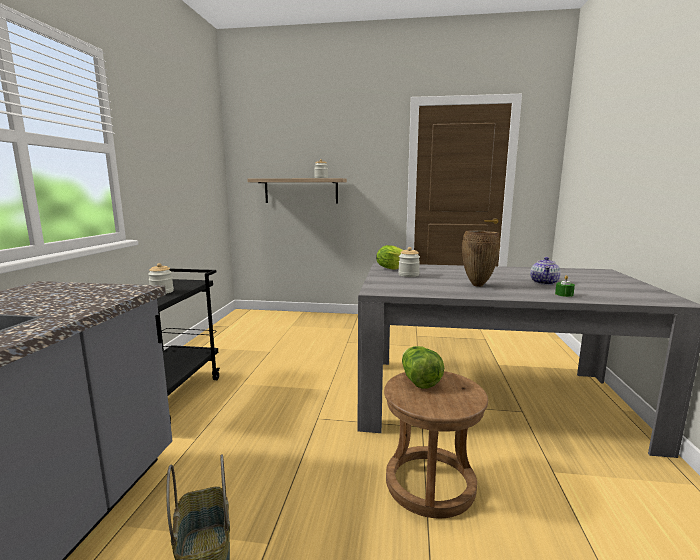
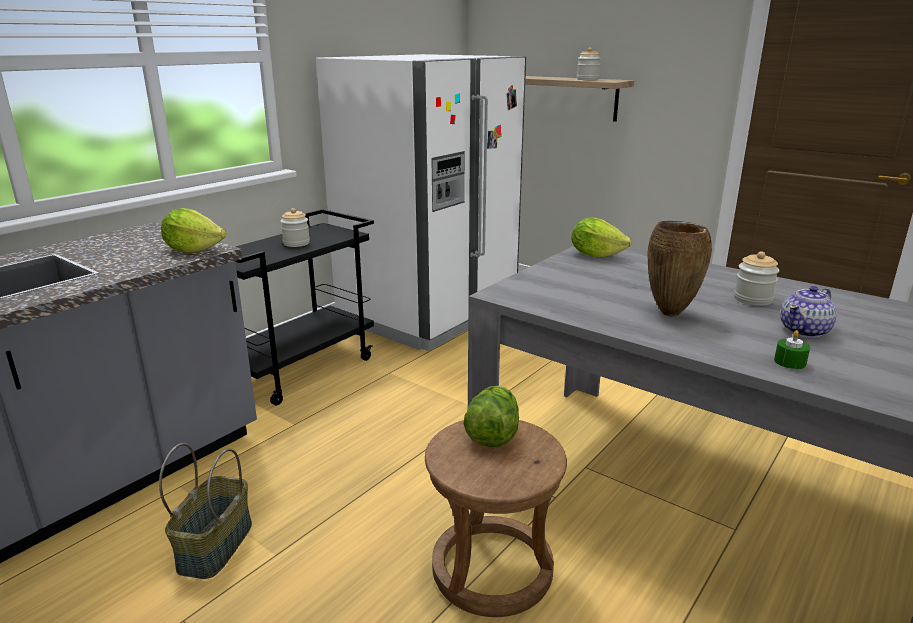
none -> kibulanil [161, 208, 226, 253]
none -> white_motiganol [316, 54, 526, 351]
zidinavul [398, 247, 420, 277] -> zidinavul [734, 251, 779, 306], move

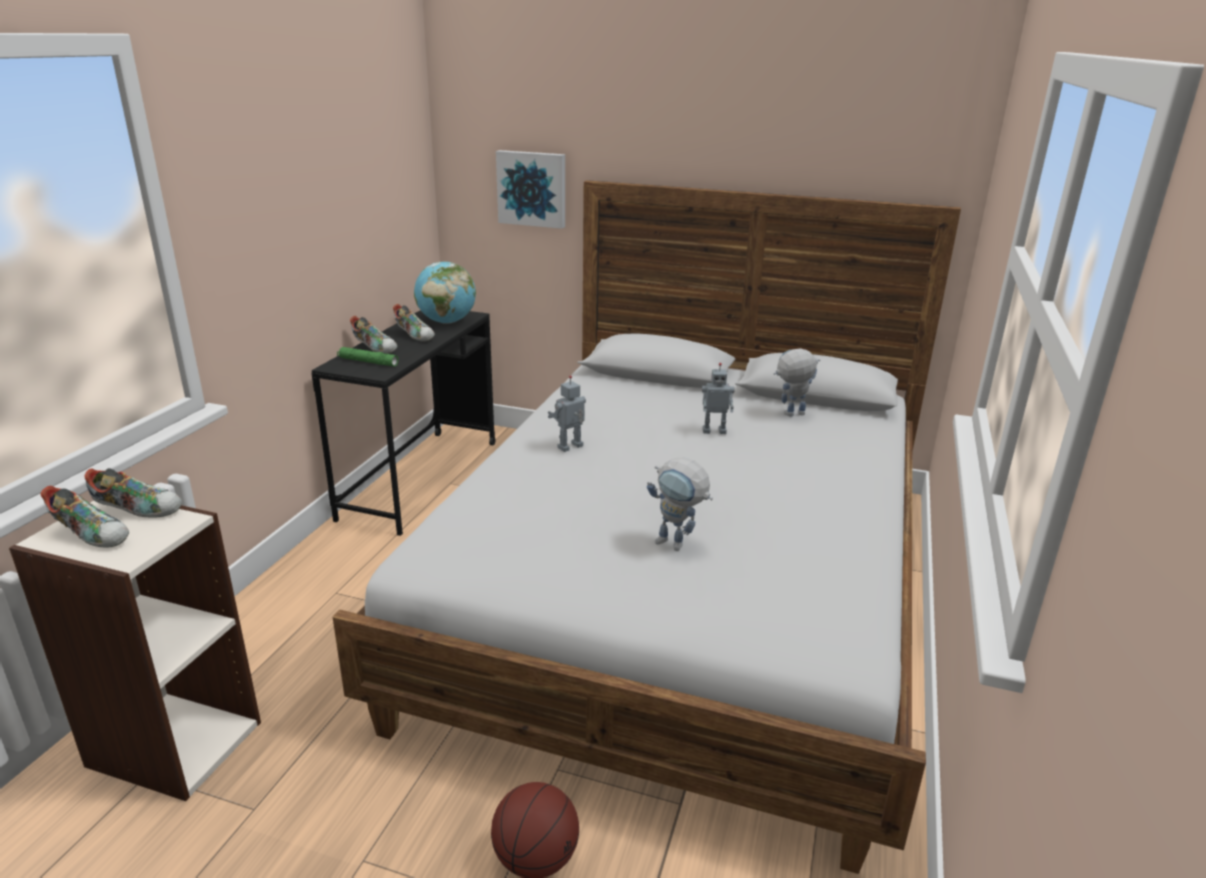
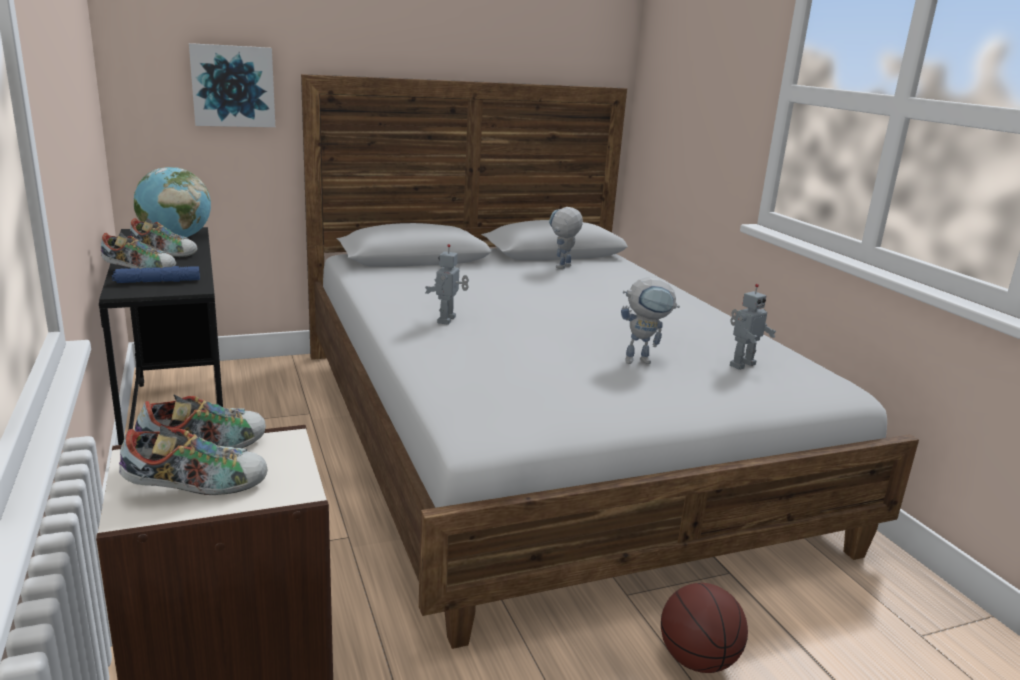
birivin [702, 363, 735, 434] -> birivin [730, 284, 776, 370], move
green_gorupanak [337, 347, 398, 366] -> blue_gorupanak [112, 266, 200, 283]

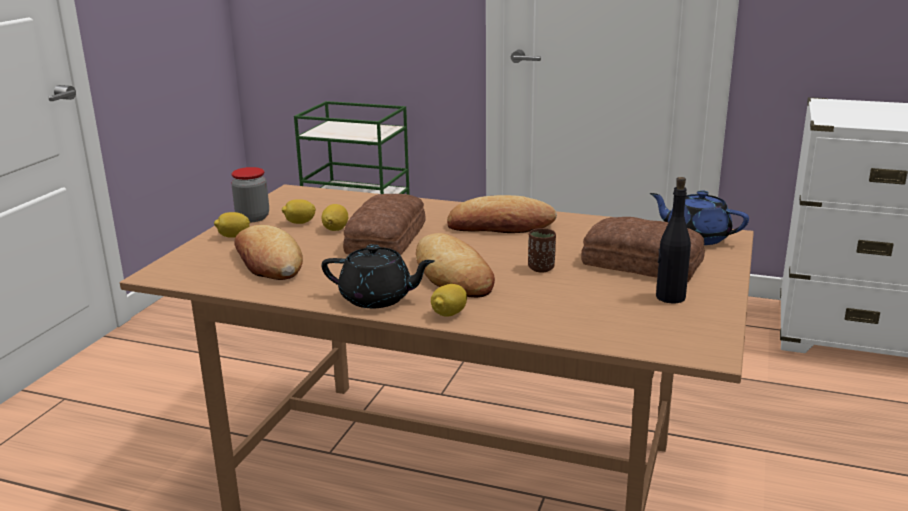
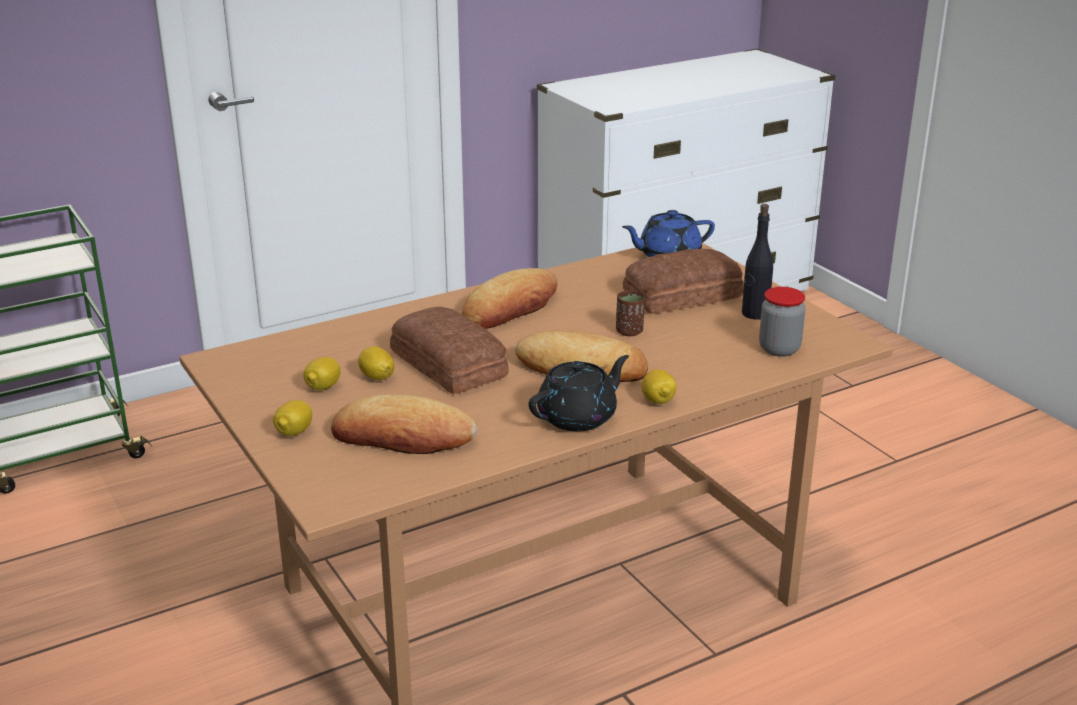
zidinavul [231, 167, 269, 222] -> zidinavul [759, 287, 805, 357], move

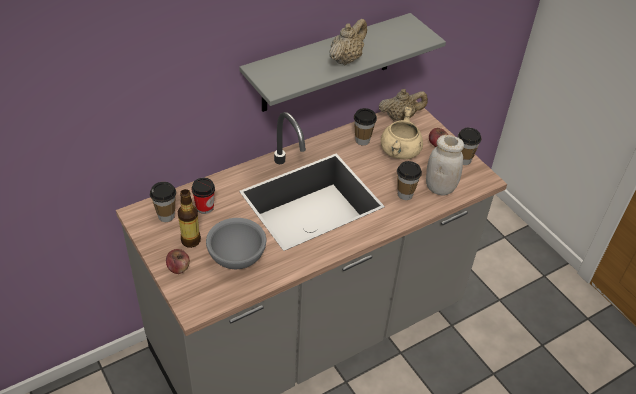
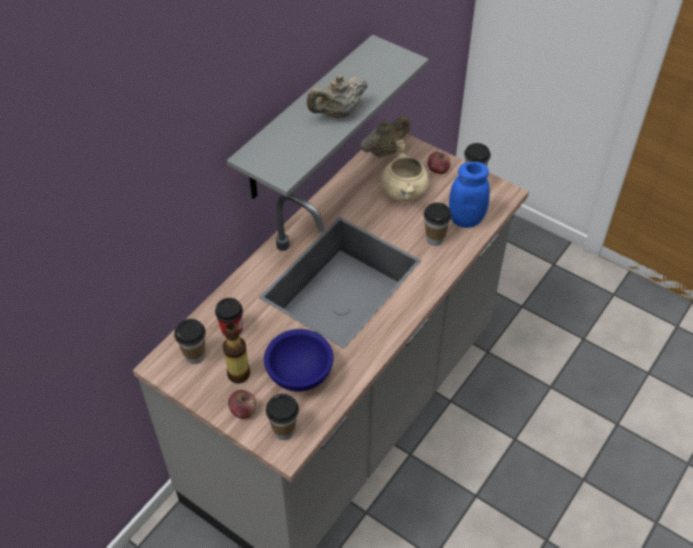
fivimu [354, 108, 377, 145] -> fivimu [266, 394, 299, 440], move
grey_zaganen [206, 218, 266, 269] -> blue_zaganen [264, 329, 334, 392]
white_zidinavul [426, 135, 464, 196] -> blue_zidinavul [449, 162, 490, 228]
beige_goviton [329, 19, 367, 65] -> beige_goviton [307, 75, 367, 118], 135 degrees counterclockwise

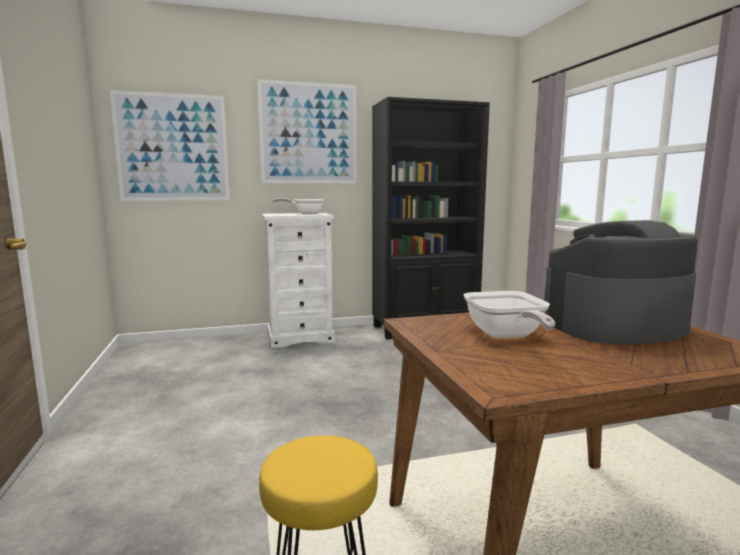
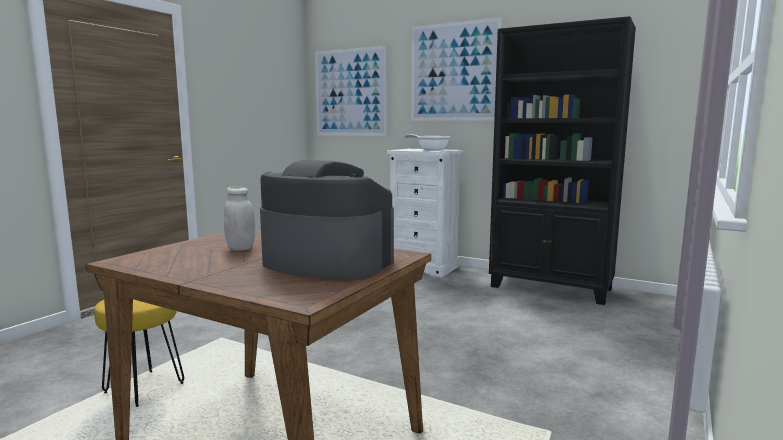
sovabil [464, 291, 555, 338] -> white_zidinavul [224, 187, 255, 251]

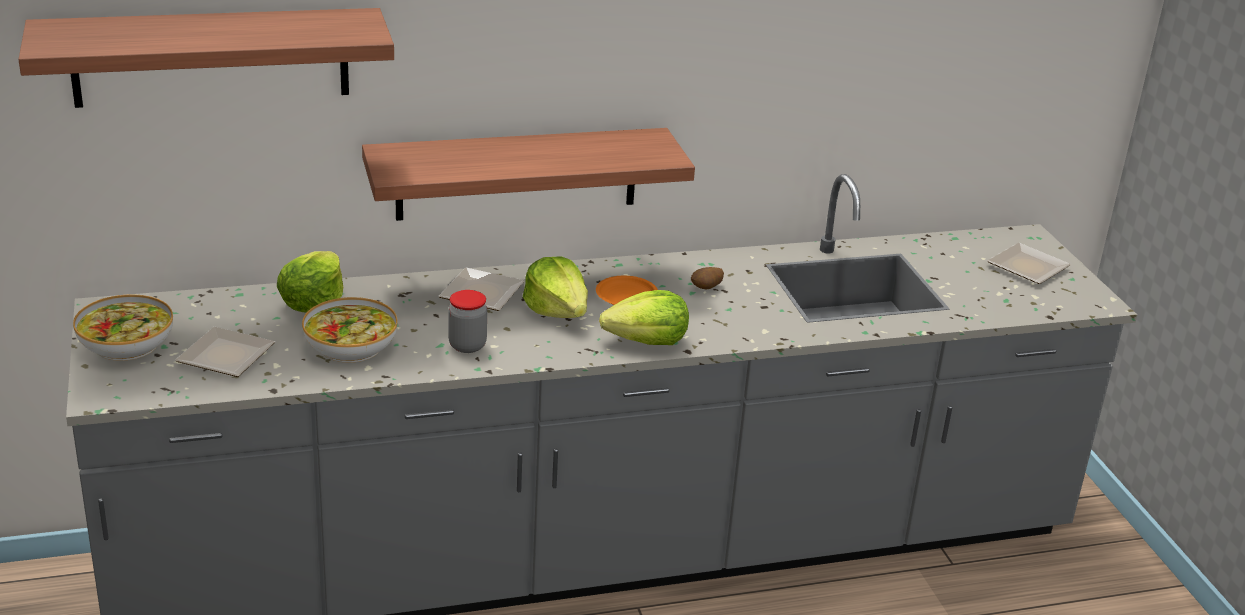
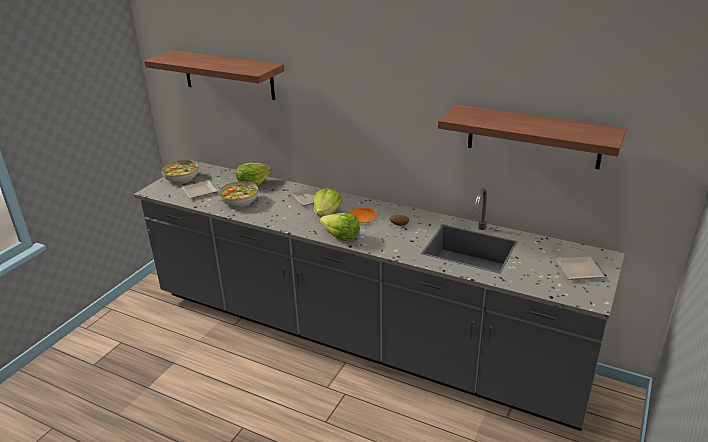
zidinavul [448, 290, 487, 353] -> none
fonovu [362, 128, 695, 221] -> fonovu [438, 105, 627, 169], move

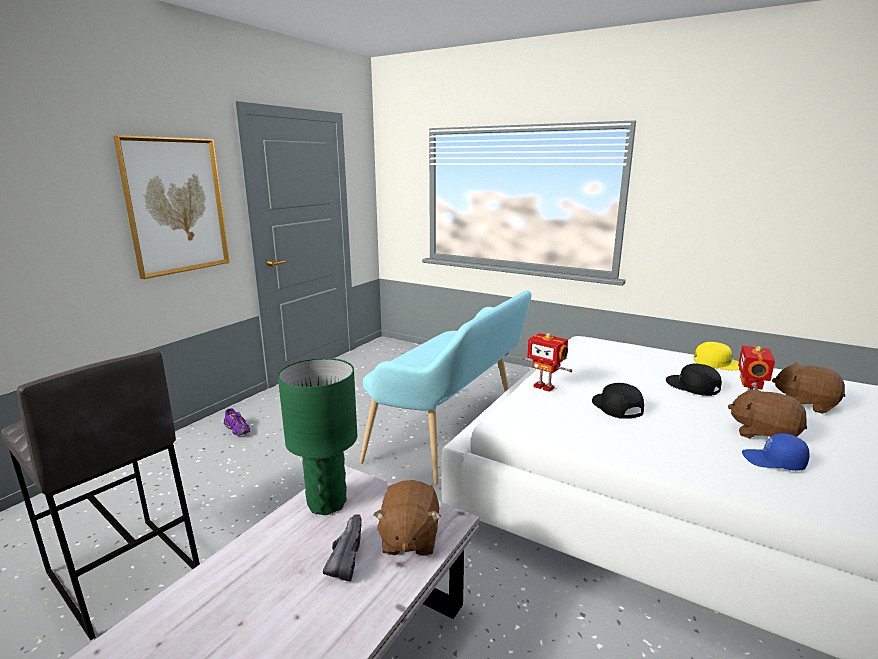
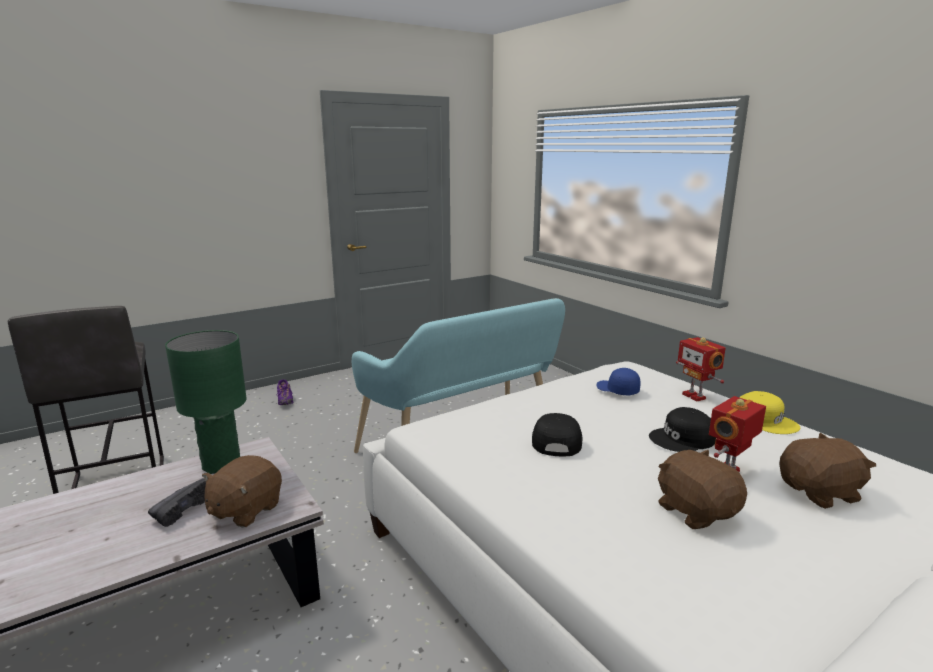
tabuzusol [113, 135, 230, 279] -> none
birivin [522, 333, 572, 392] -> birivin [676, 337, 726, 401], move
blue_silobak [742, 434, 810, 471] -> blue_silobak [597, 368, 641, 395], move
black_silobak [666, 363, 722, 396] -> black_silobak [649, 407, 716, 452], 90 degrees counterclockwise
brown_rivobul [772, 362, 845, 414] -> brown_rivobul [779, 433, 876, 509], 105 degrees clockwise

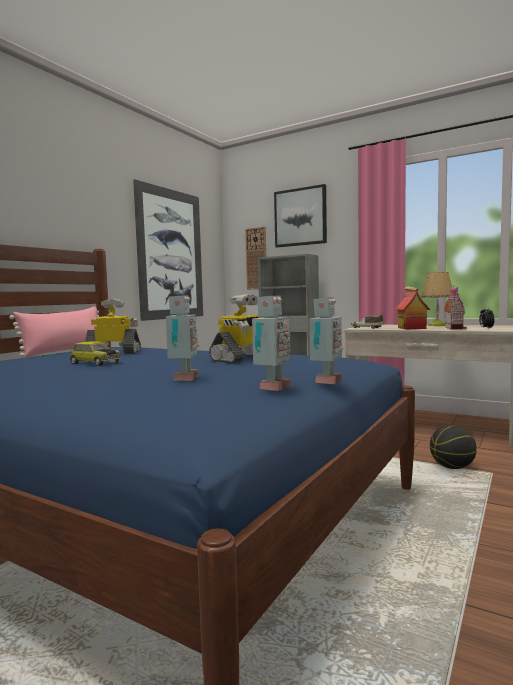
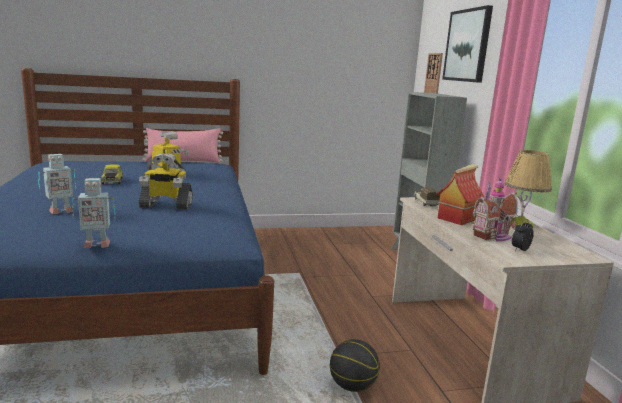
tabuzusol [133, 179, 203, 321] -> none
birivin [252, 295, 291, 391] -> none

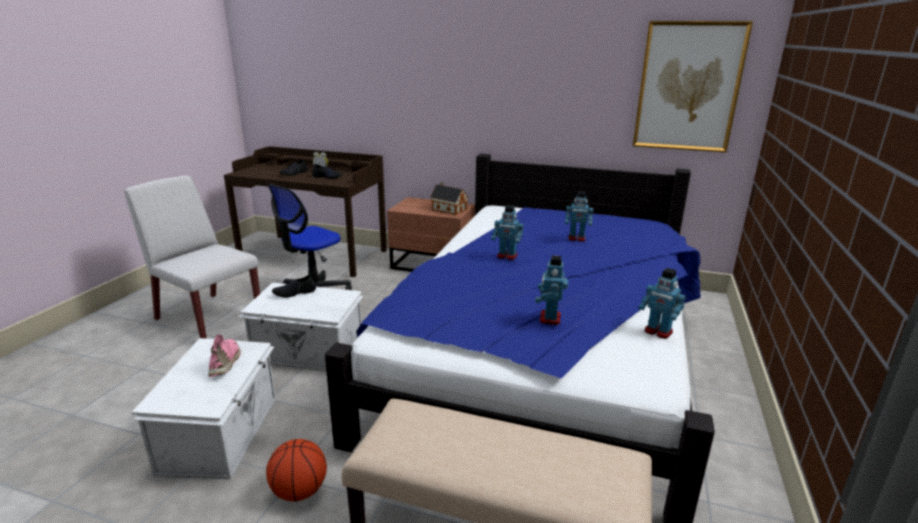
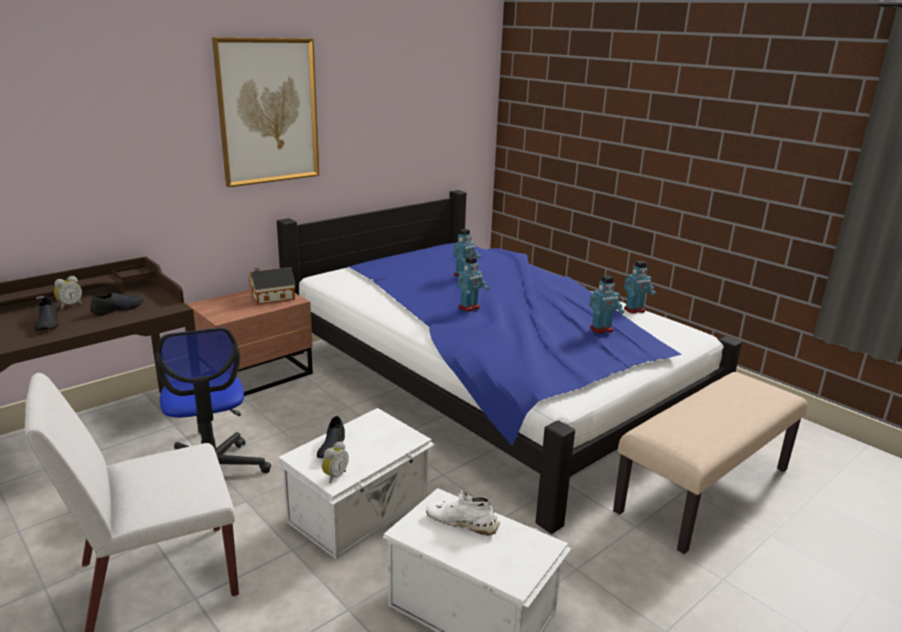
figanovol [266, 439, 327, 501] -> none
none -> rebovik [322, 441, 349, 483]
tabuzusol [633, 21, 753, 153] -> tabuzusol [212, 37, 319, 187], move
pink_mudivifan [208, 334, 241, 377] -> white_mudivifan [426, 490, 500, 536]
birivin [535, 255, 568, 325] -> birivin [589, 275, 624, 334], 60 degrees counterclockwise

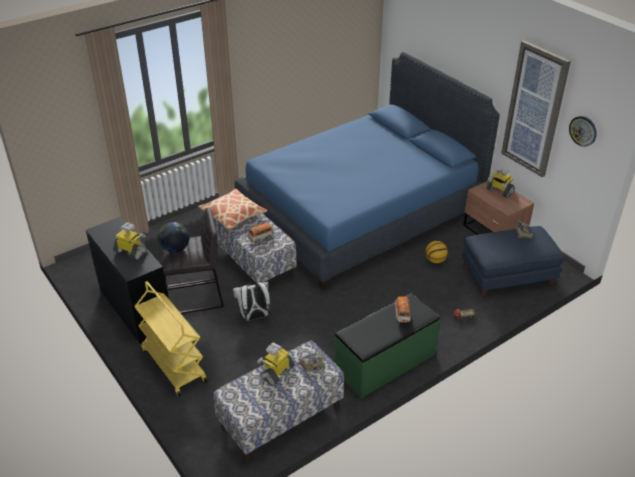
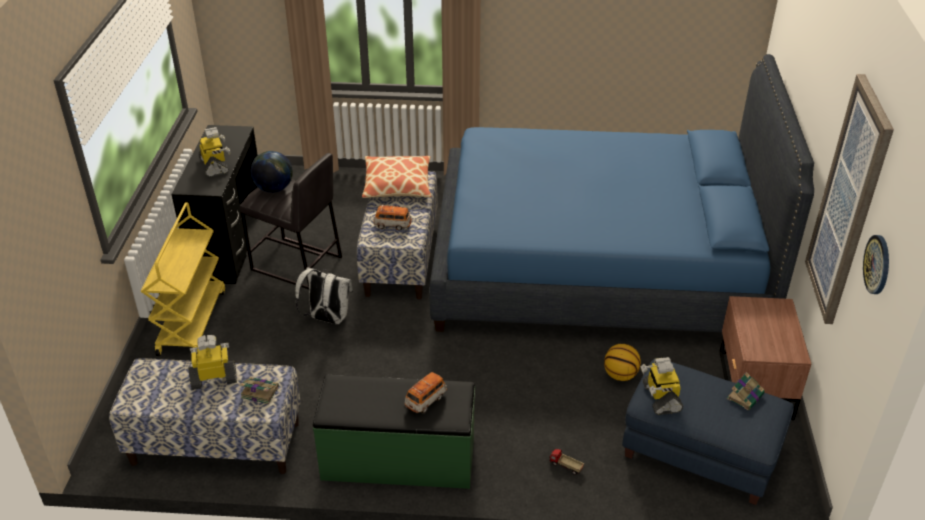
birivin [486, 167, 515, 198] -> birivin [641, 357, 683, 415], move

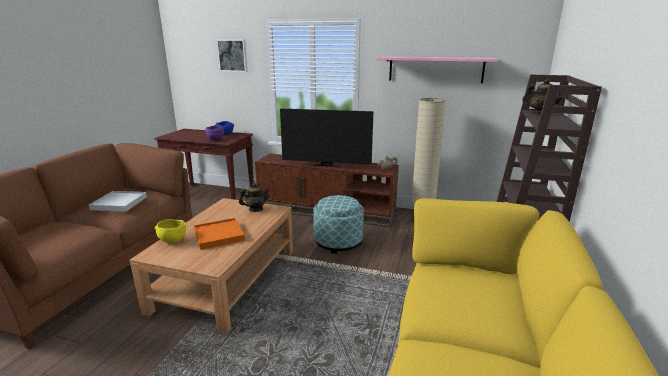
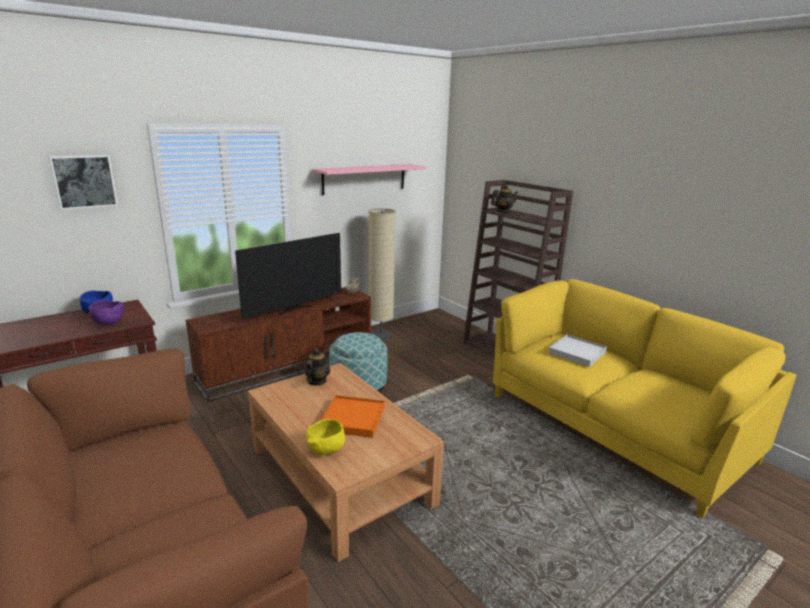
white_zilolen [89, 191, 147, 212] -> white_zilolen [548, 335, 607, 367], move

